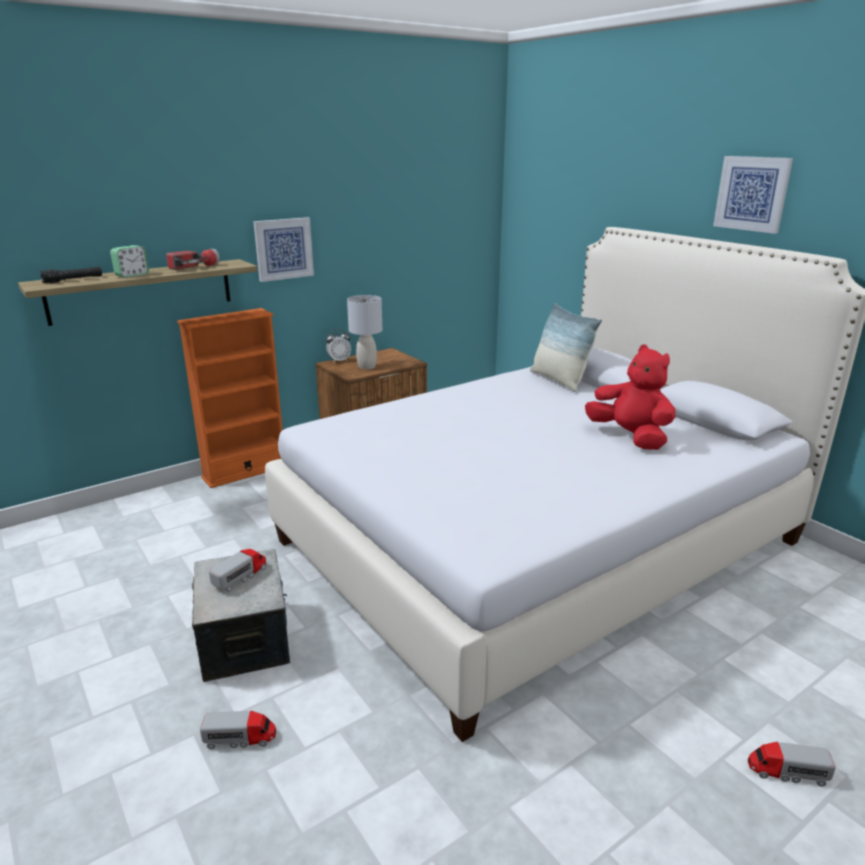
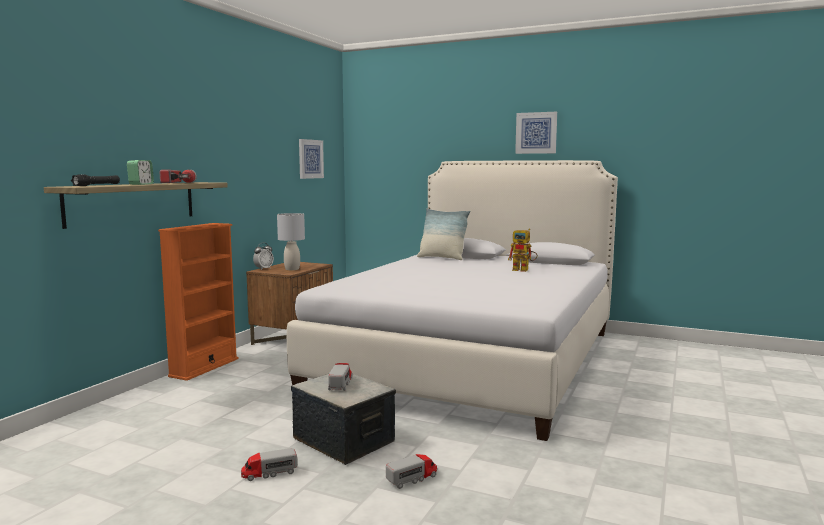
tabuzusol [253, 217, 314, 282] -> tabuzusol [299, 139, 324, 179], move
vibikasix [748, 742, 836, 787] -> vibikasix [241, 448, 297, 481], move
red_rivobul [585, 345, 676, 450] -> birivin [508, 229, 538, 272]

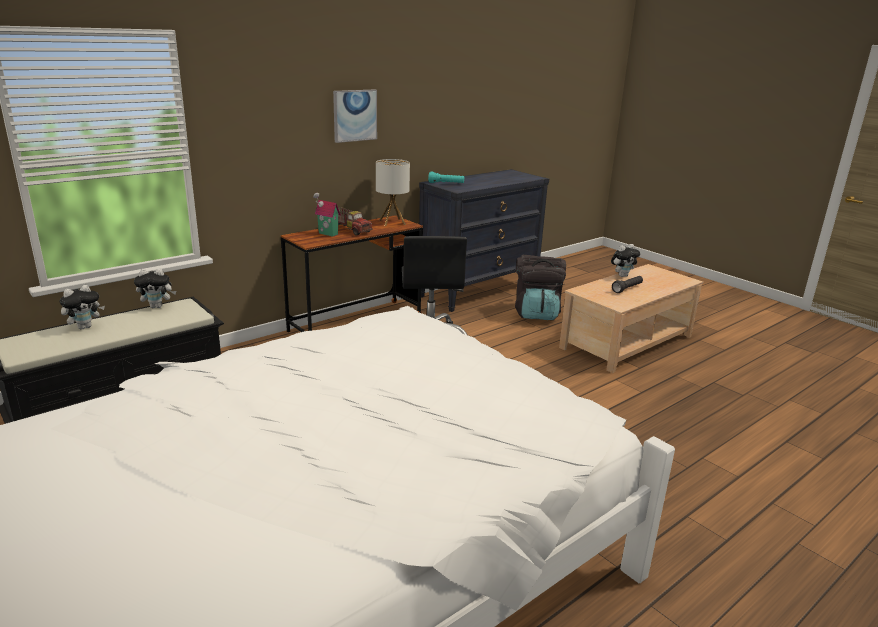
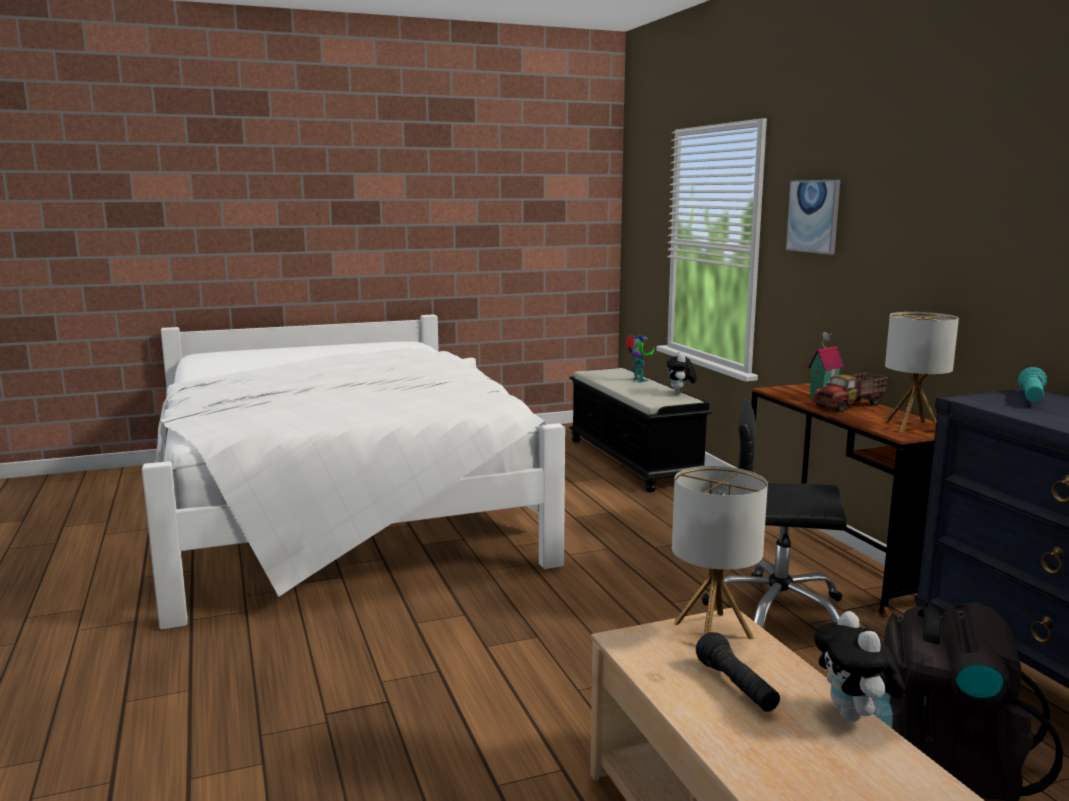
none -> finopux [672, 466, 768, 639]
tabuzusol [333, 89, 377, 143] -> tabuzusol [786, 180, 840, 255], move
rivobul [59, 285, 105, 329] -> birivin [626, 335, 654, 383]

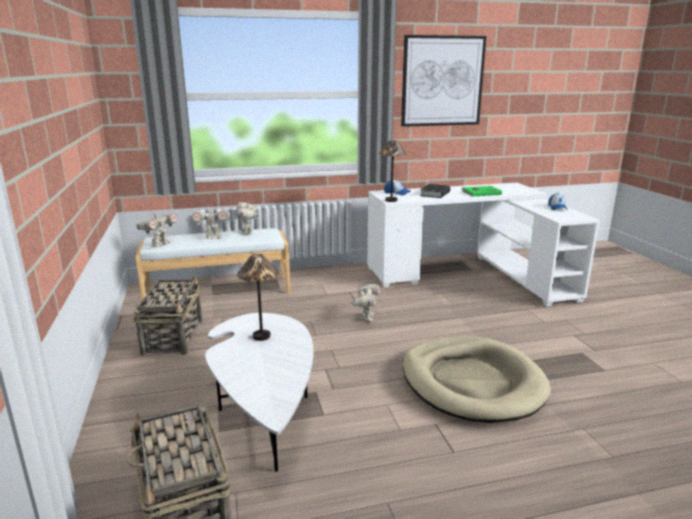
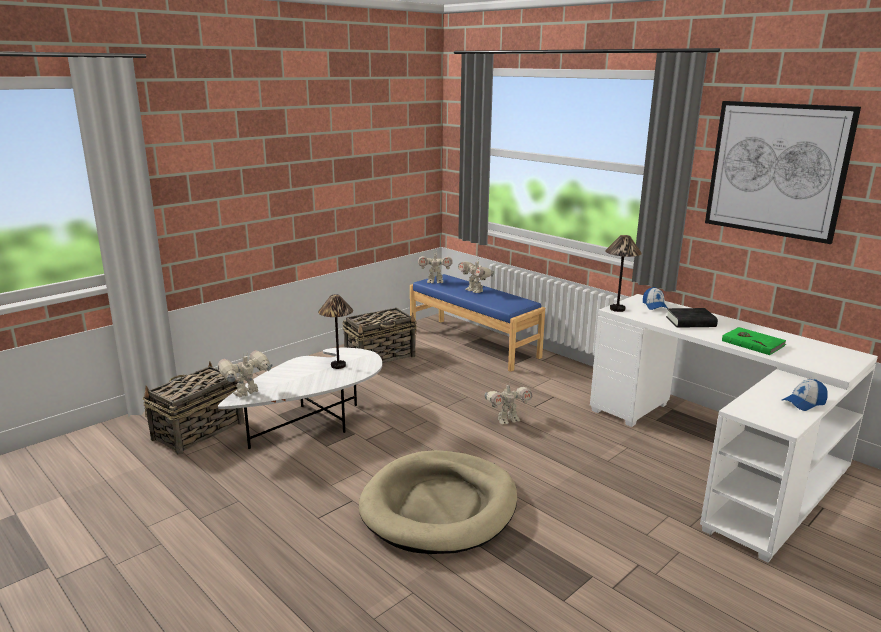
birivin [237, 199, 259, 234] -> birivin [218, 351, 272, 397], move
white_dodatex [135, 228, 291, 300] -> blue_dodatex [410, 274, 545, 372]

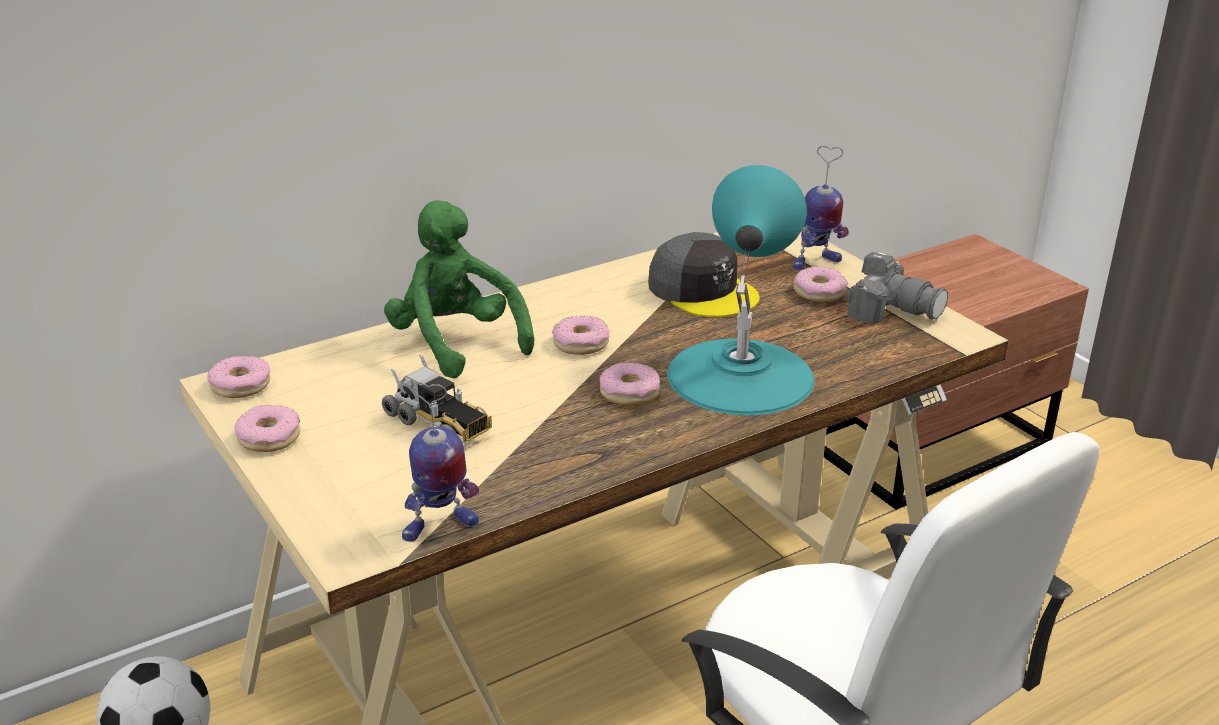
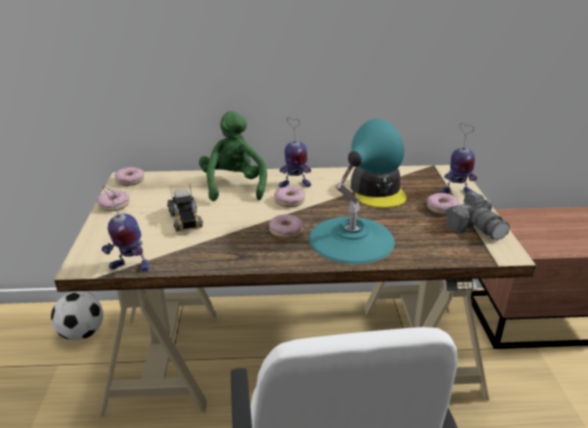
none -> birivin [279, 117, 311, 188]

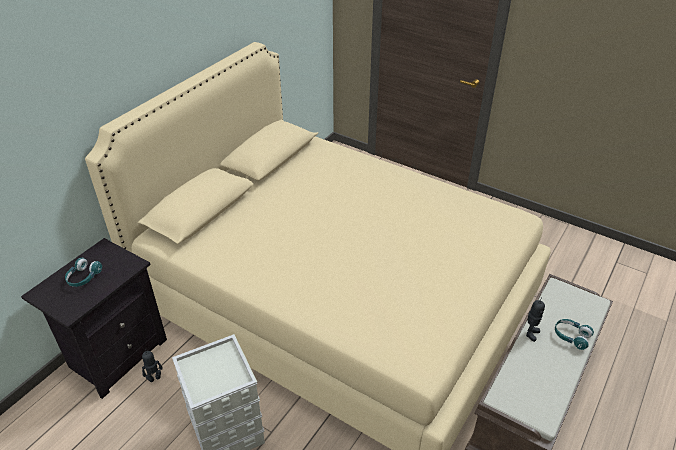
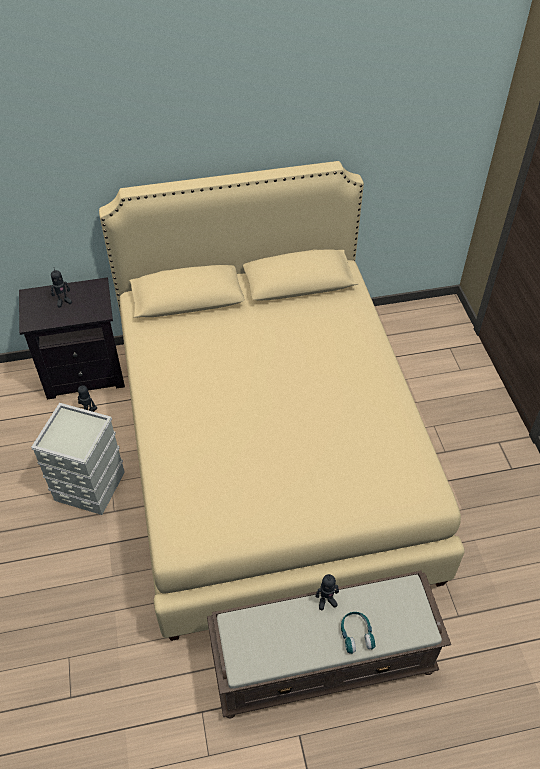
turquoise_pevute [65, 258, 102, 287] -> birivin [51, 269, 72, 307]

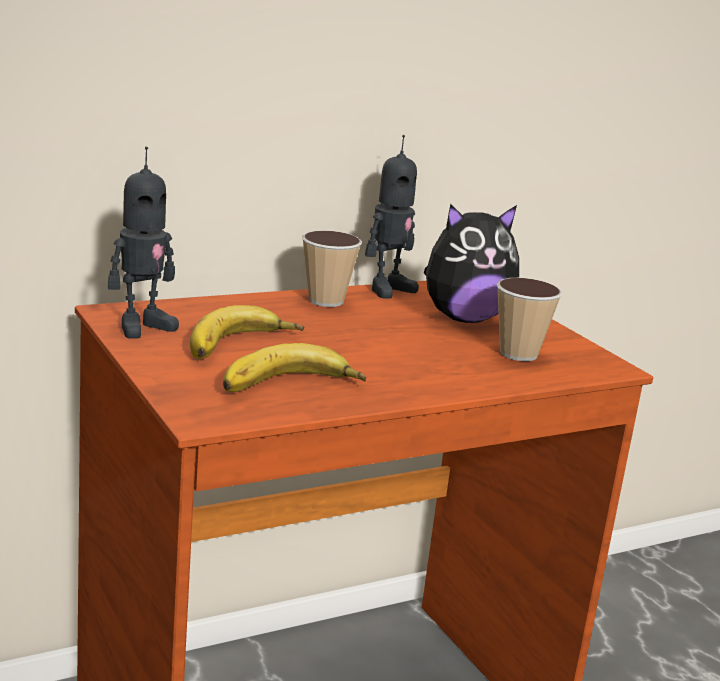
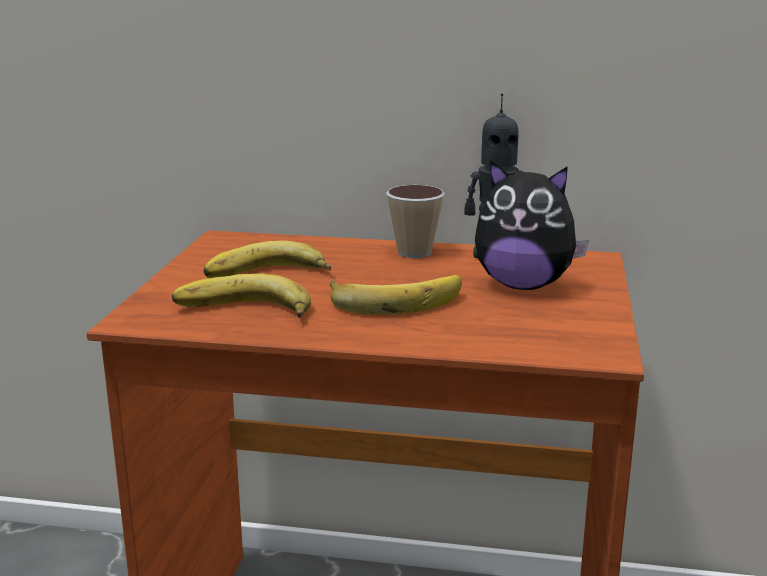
birivin [108, 147, 179, 339] -> none
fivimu [497, 278, 562, 361] -> none
none -> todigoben [330, 275, 462, 315]

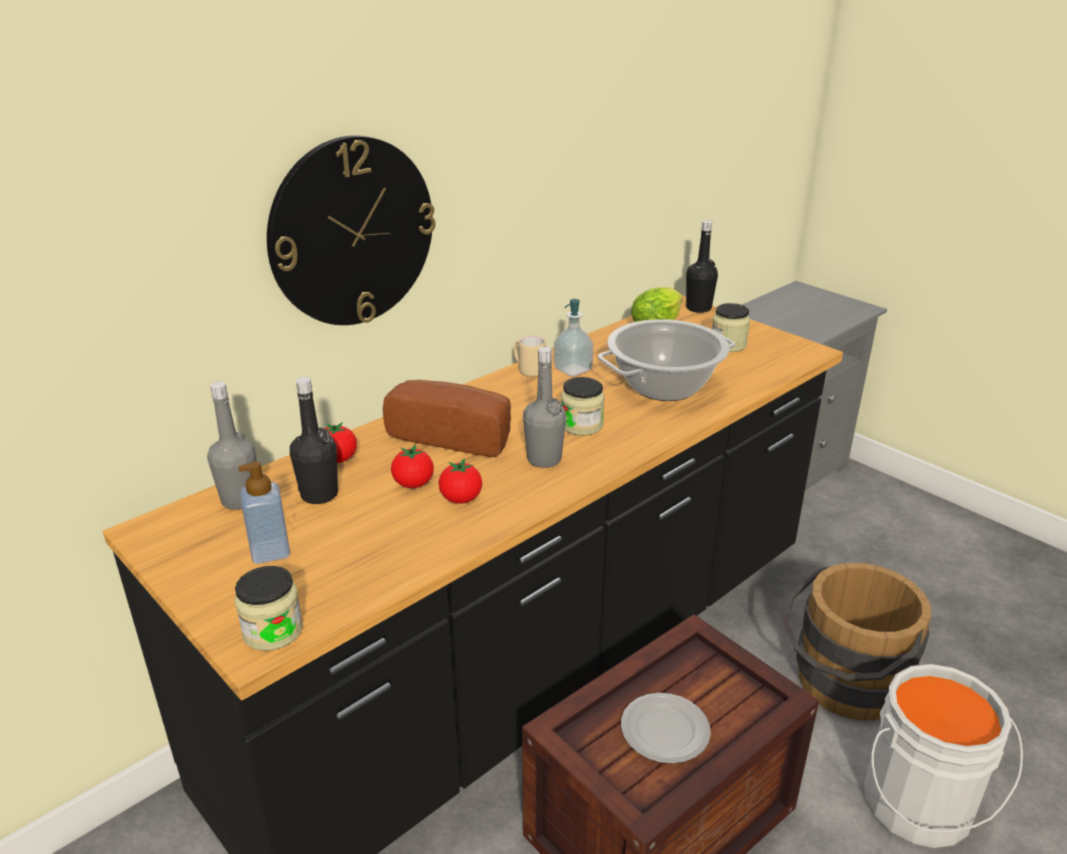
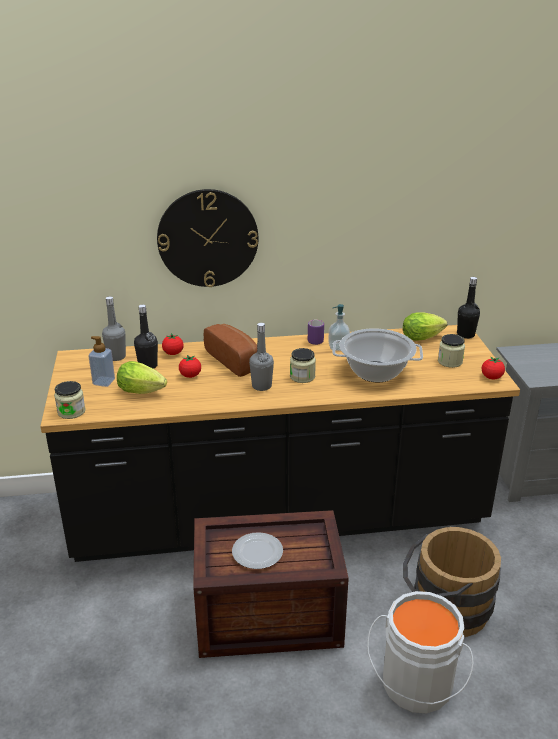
none -> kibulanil [117, 361, 167, 394]
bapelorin [439, 458, 482, 504] -> bapelorin [481, 356, 505, 379], move
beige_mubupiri [514, 336, 546, 377] -> purple_mubupiri [308, 320, 324, 345]

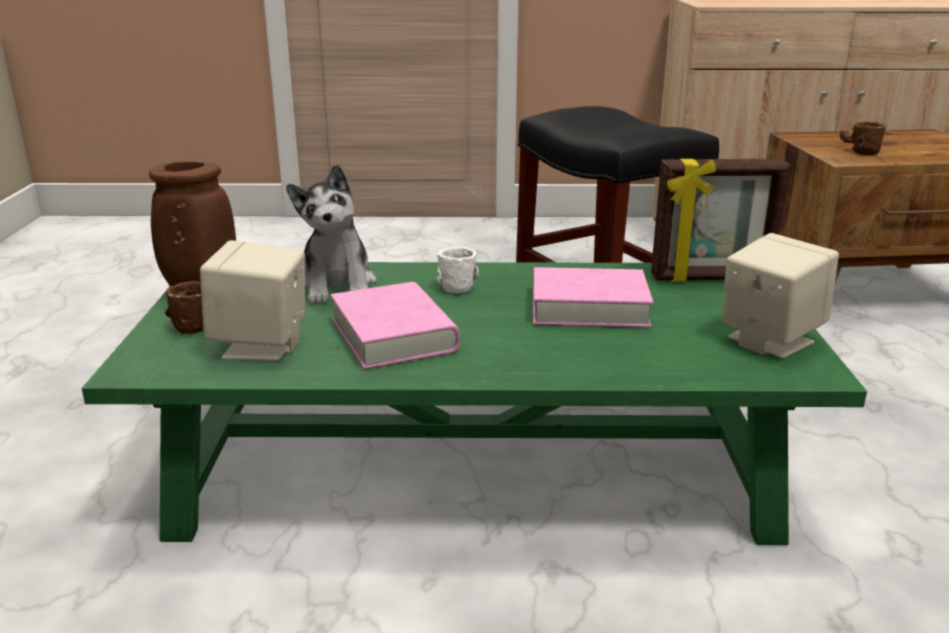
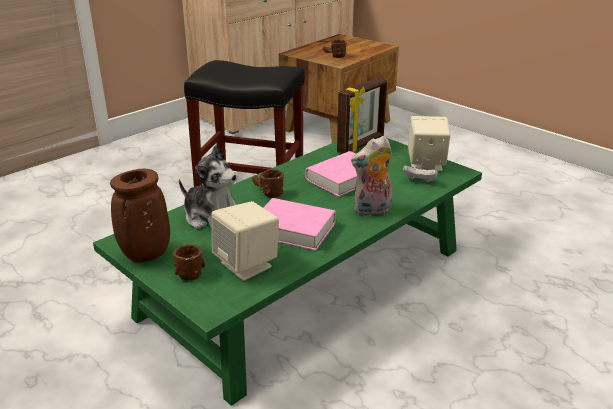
none -> rivobul [351, 136, 392, 216]
none -> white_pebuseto [403, 165, 438, 183]
white_mubupiri [437, 247, 479, 294] -> brown_mubupiri [252, 169, 284, 198]

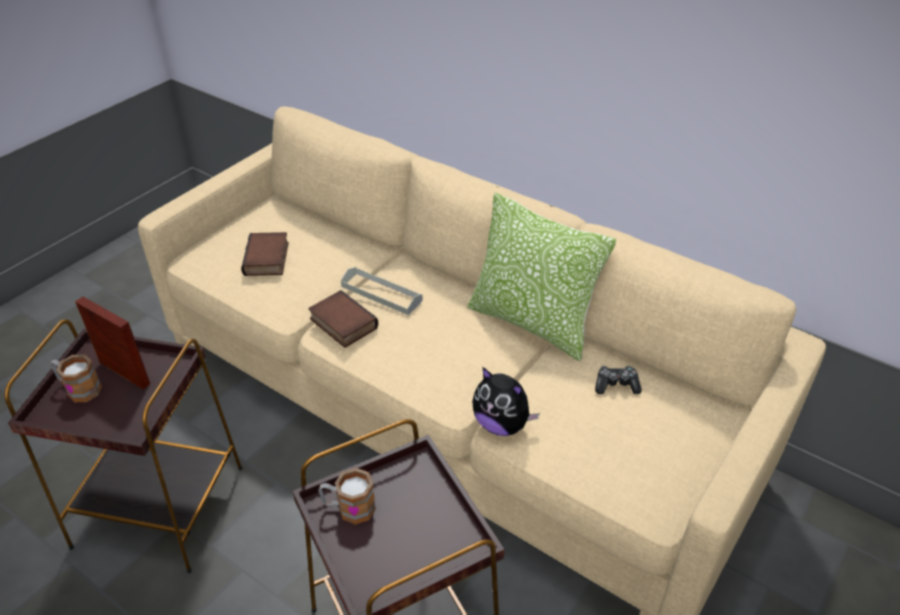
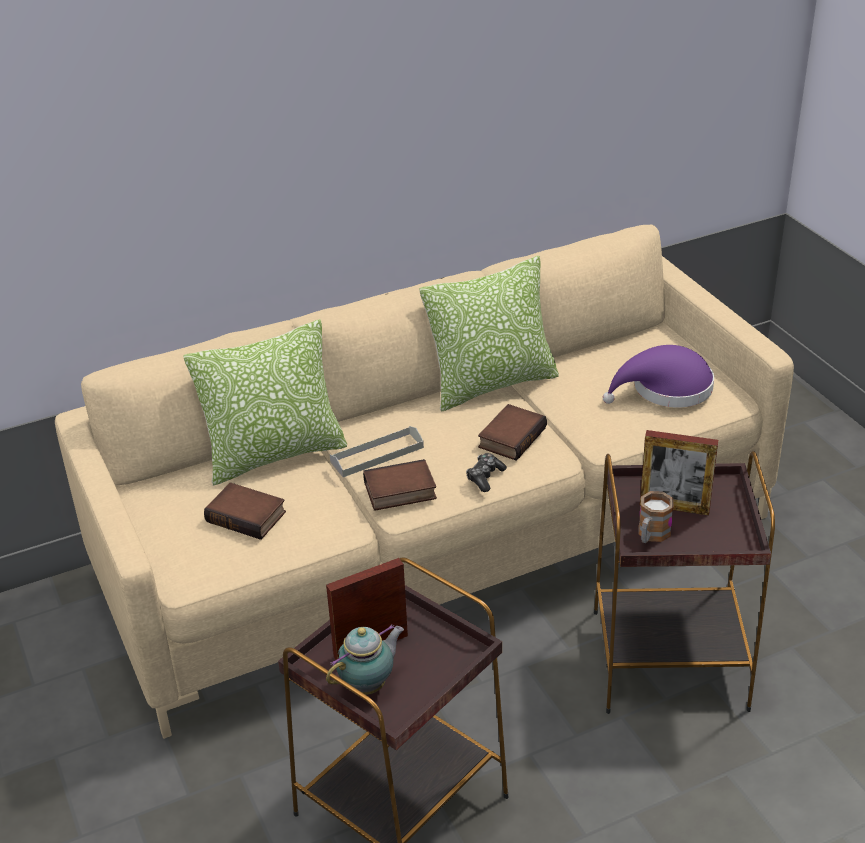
rivobul [472, 367, 540, 436] -> none
none -> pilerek [183, 319, 347, 486]
none -> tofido [478, 404, 547, 461]
none -> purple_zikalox [603, 345, 714, 408]
none -> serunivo [640, 430, 718, 516]
pebuseto [595, 366, 642, 394] -> pebuseto [466, 453, 507, 492], move
mubupiri [50, 355, 102, 402] -> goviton [326, 625, 404, 695]

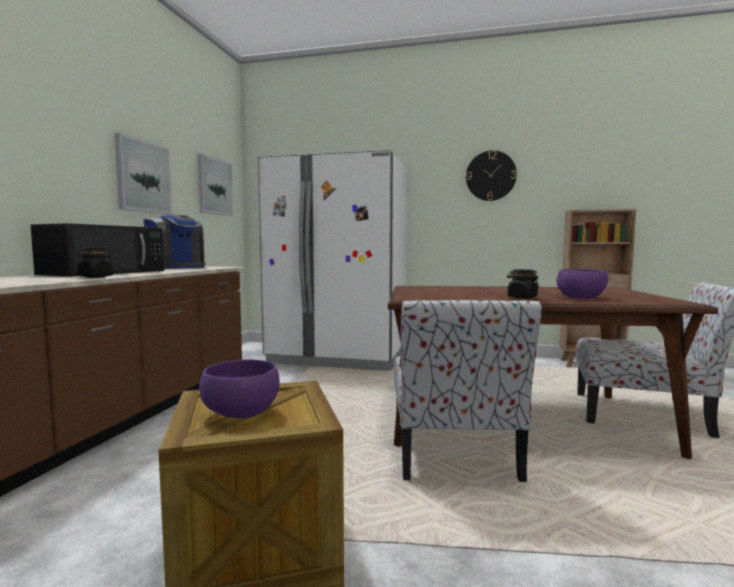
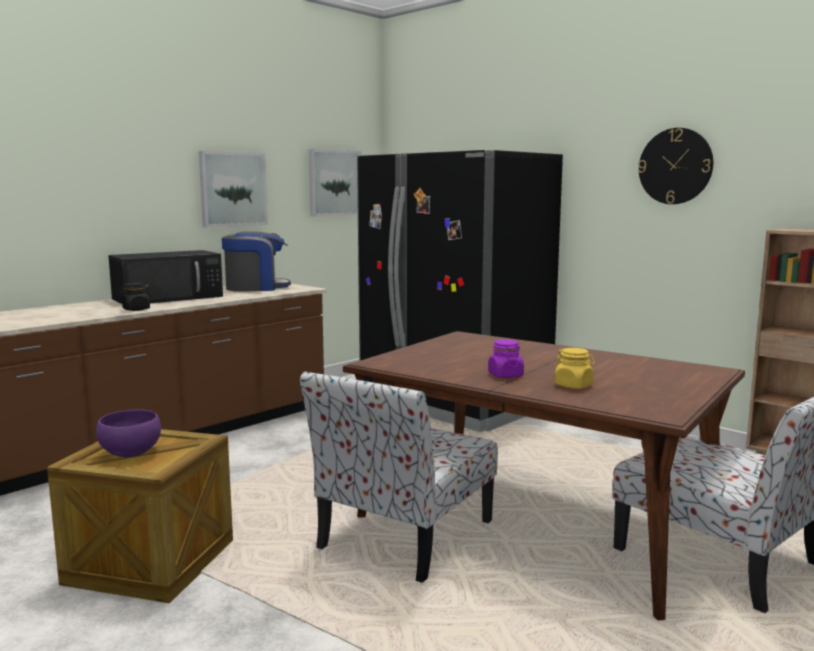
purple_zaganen [557, 269, 608, 299] -> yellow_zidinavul [554, 348, 595, 389]
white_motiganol [258, 150, 407, 371] -> black_motiganol [357, 150, 563, 432]
black_zidinavul [507, 269, 539, 299] -> purple_zidinavul [488, 339, 524, 378]
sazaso [143, 214, 205, 269] -> sazaso [222, 231, 291, 292], 90 degrees counterclockwise

